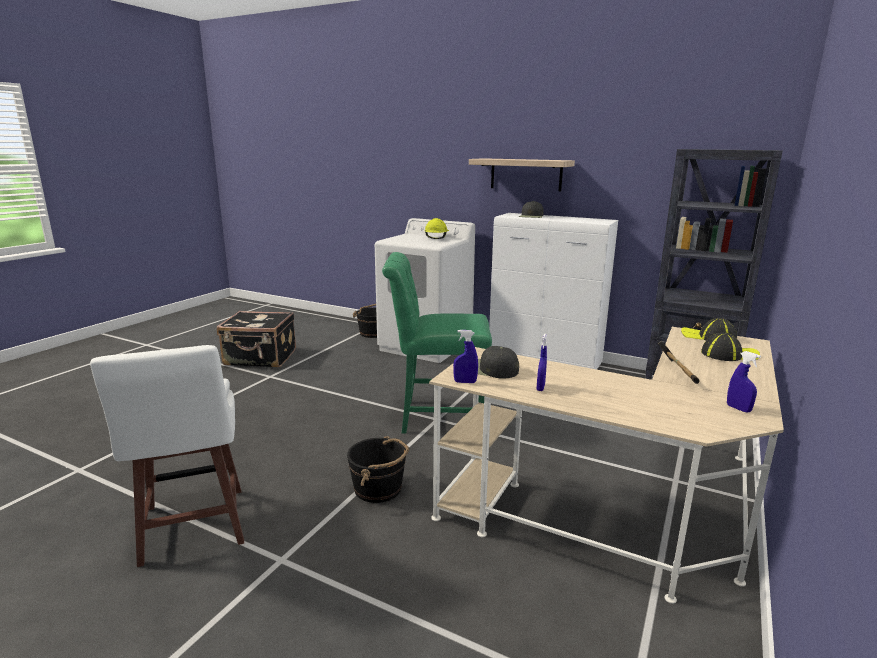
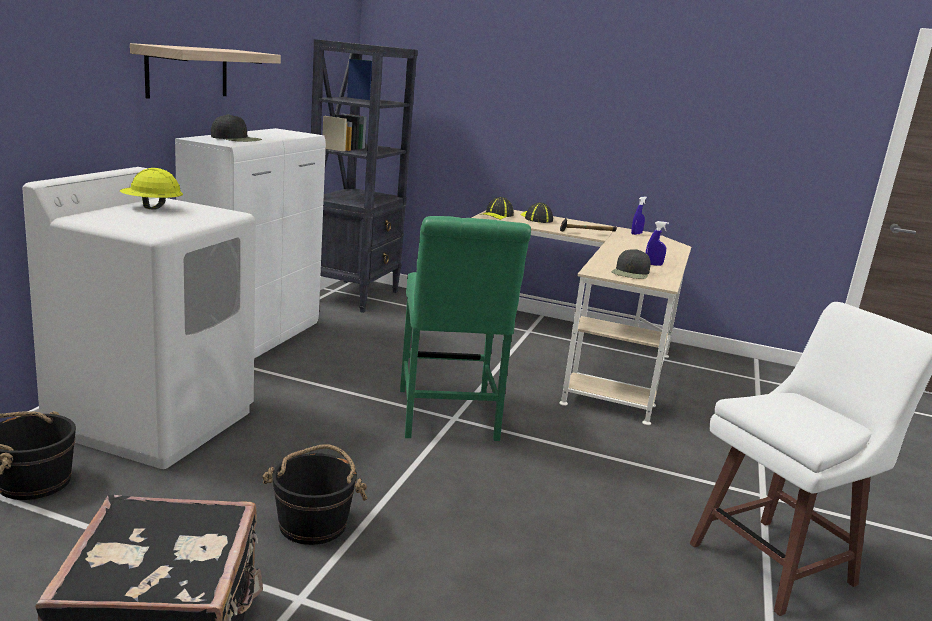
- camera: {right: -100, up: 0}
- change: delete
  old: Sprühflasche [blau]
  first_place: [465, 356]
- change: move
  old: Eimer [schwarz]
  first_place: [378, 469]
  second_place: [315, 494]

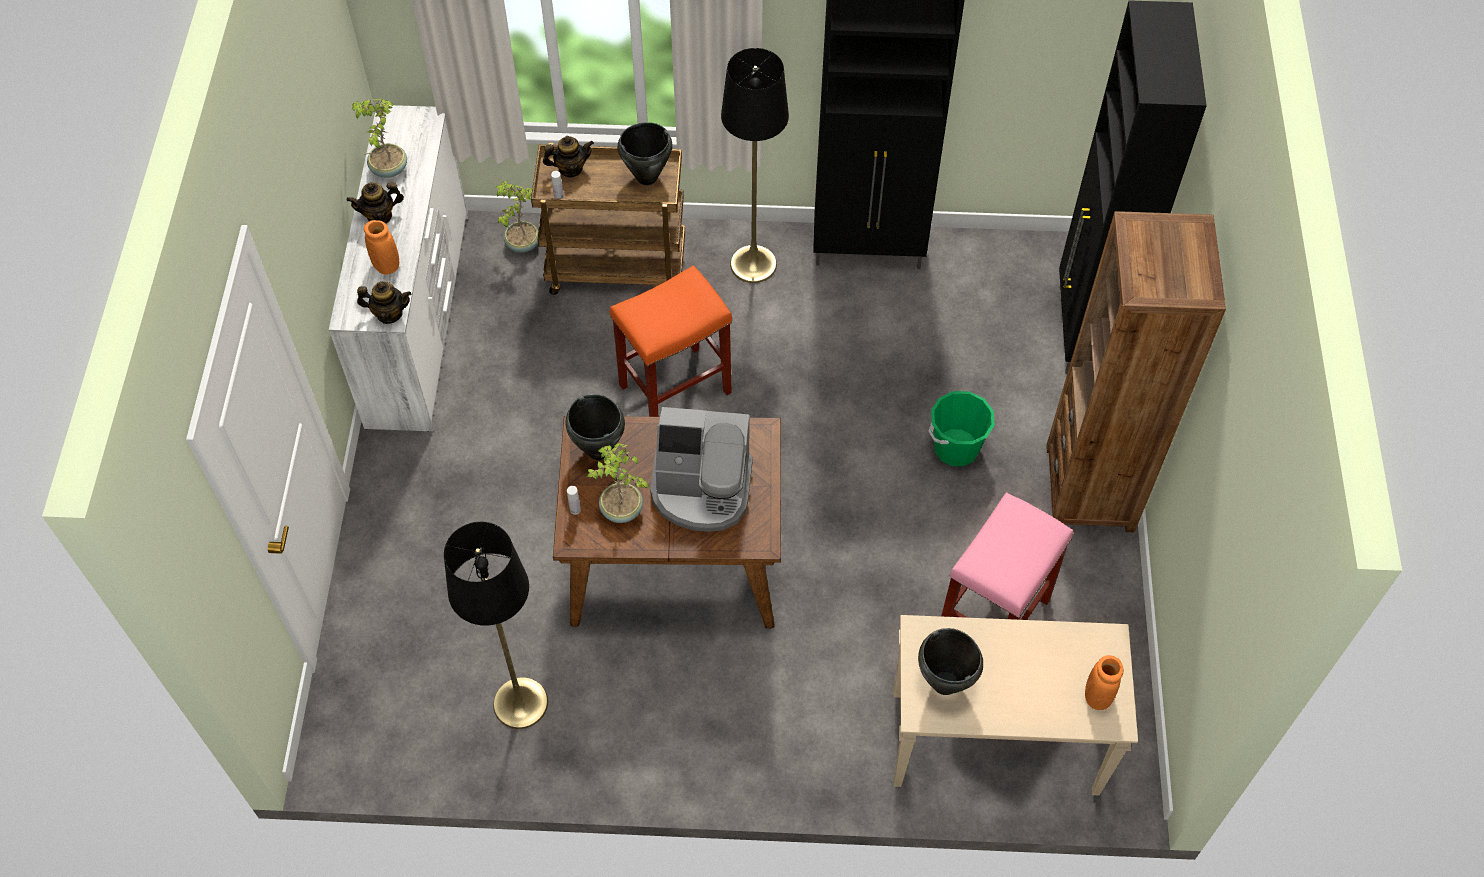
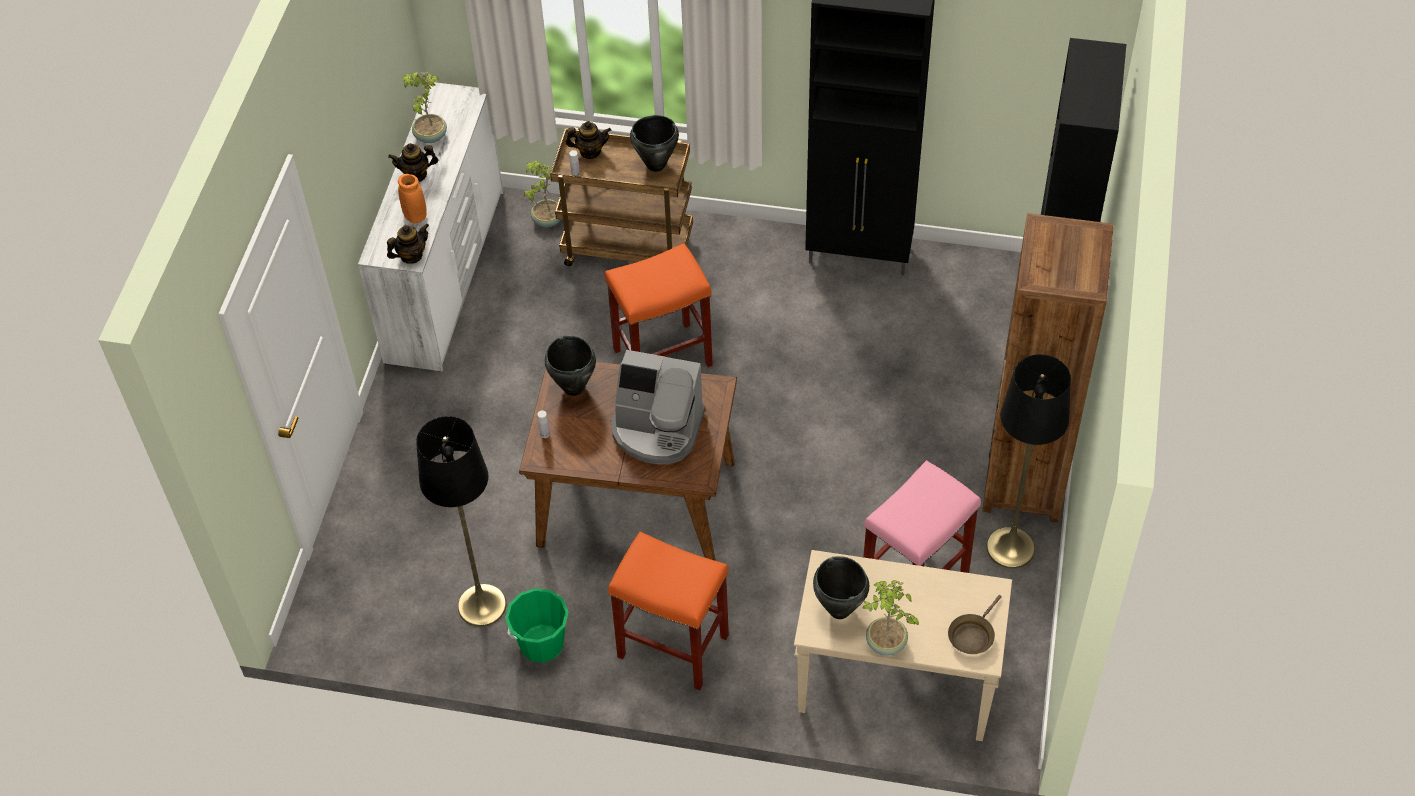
- camera: {right: 10, up: -5}
- change: insert
  new: Hocker [orange]
  second_place: [668, 611]
- change: move
  old: Topfpflanze
  first_place: [617, 483]
  second_place: [890, 617]
- change: move
  old: Stehlampe [schwarz]
  first_place: [755, 165]
  second_place: [1028, 461]
- change: move
  old: Eimer [grün]
  first_place: [962, 428]
  second_place: [536, 625]
- change: replace
  old: Vase [orange]
  new: Pfanne [braun]
  first_place: [1104, 682]
  second_place: [975, 624]
- change: rotate
  old: Teekanne
  first_place: [384, 302]
  second_place: [408, 243]
  degrees: -45

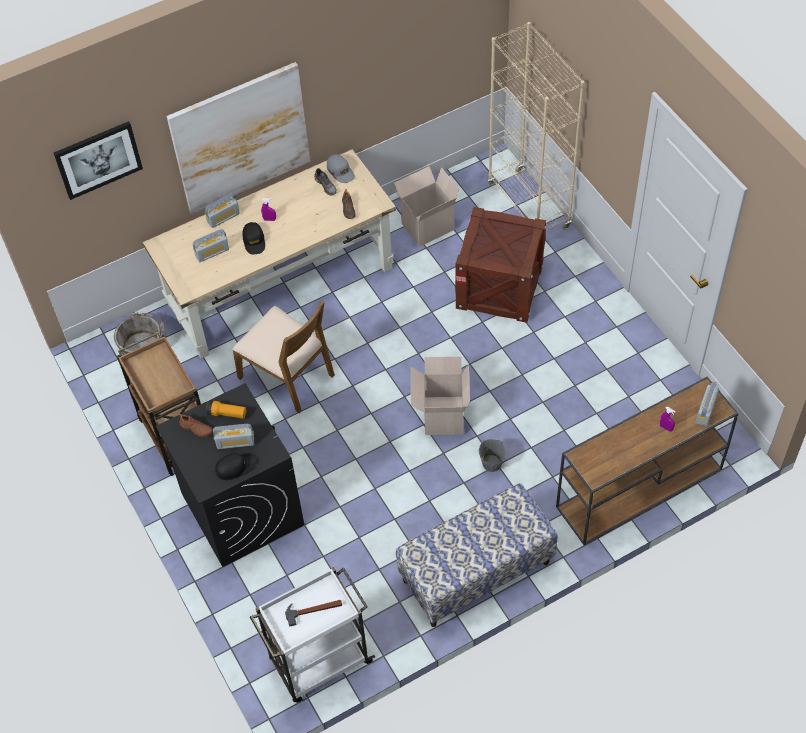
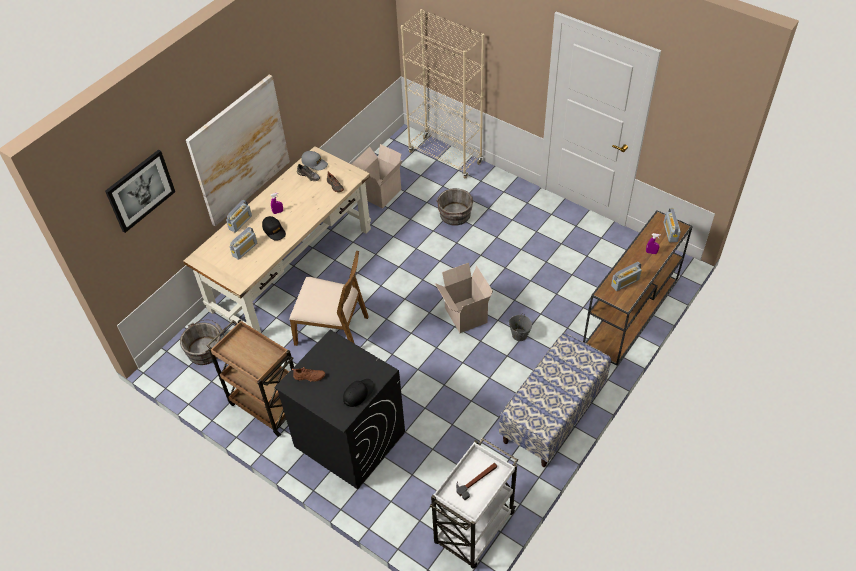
- camera: {right: -25, up: -5}
- change: delete
  old: Taschenlampe
  first_place: [226, 409]
- change: move
  old: Radio
  first_place: [233, 436]
  second_place: [626, 276]
- change: replace
  old: Kiste
  new: Eimer [grau]
  first_place: [500, 265]
  second_place: [455, 207]

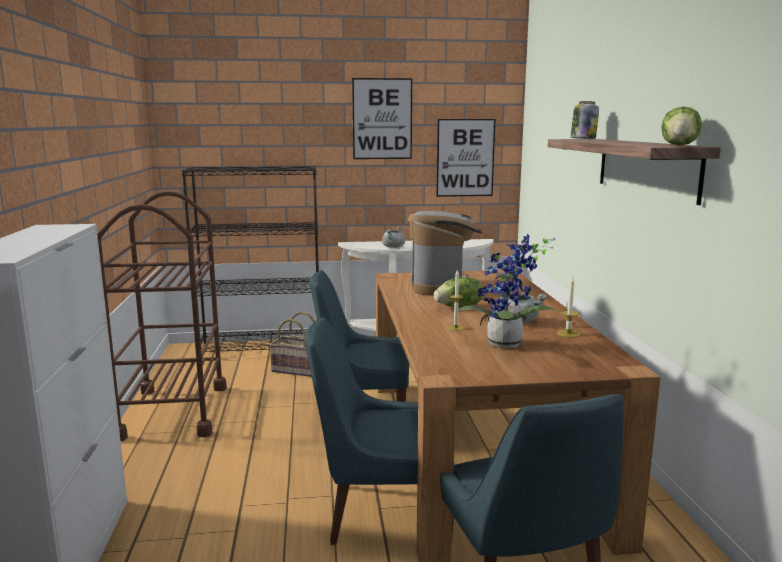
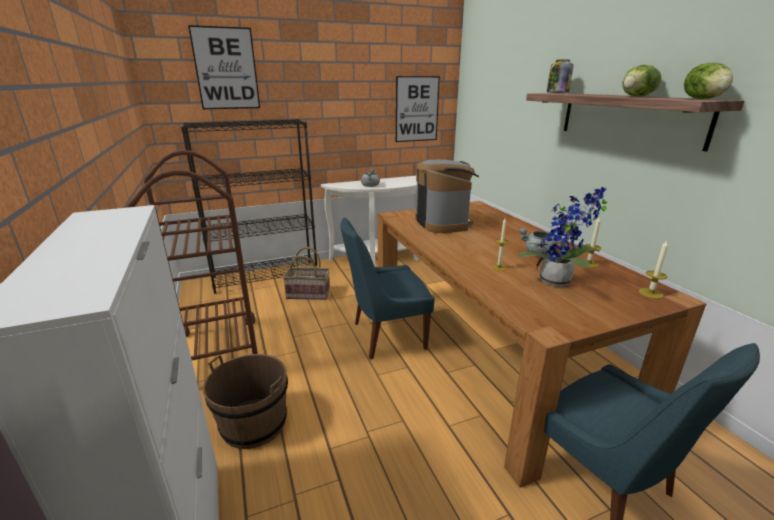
- camera: {right: -15, up: 10}
- change: delete
  old: Stuhl [blau]
  first_place: [361, 431]
- change: insert
  new: Eimer [braun]
  second_place: [245, 401]
- change: insert
  new: Kerze
  second_place: [653, 270]
- change: move
  old: Bild
  first_place: [382, 118]
  second_place: [224, 67]
- change: move
  old: Salatkopf
  first_place: [458, 292]
  second_place: [641, 81]

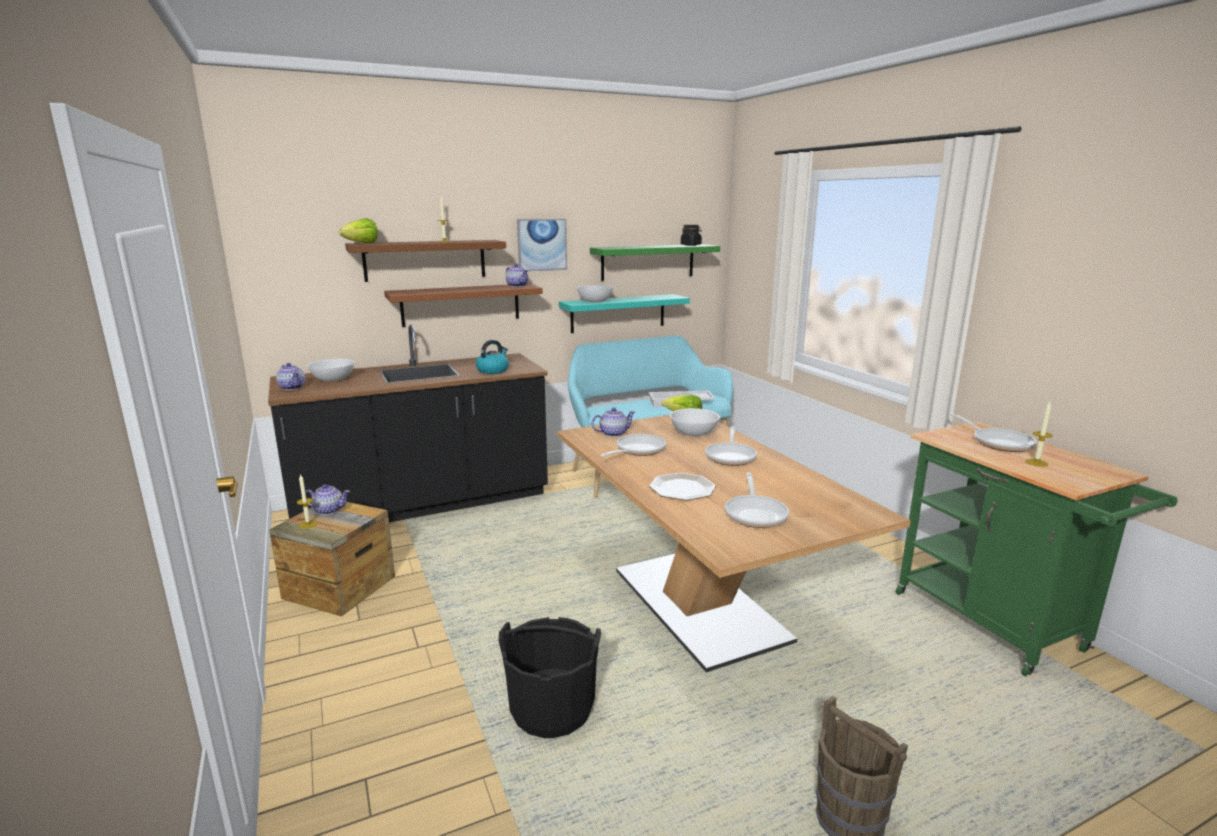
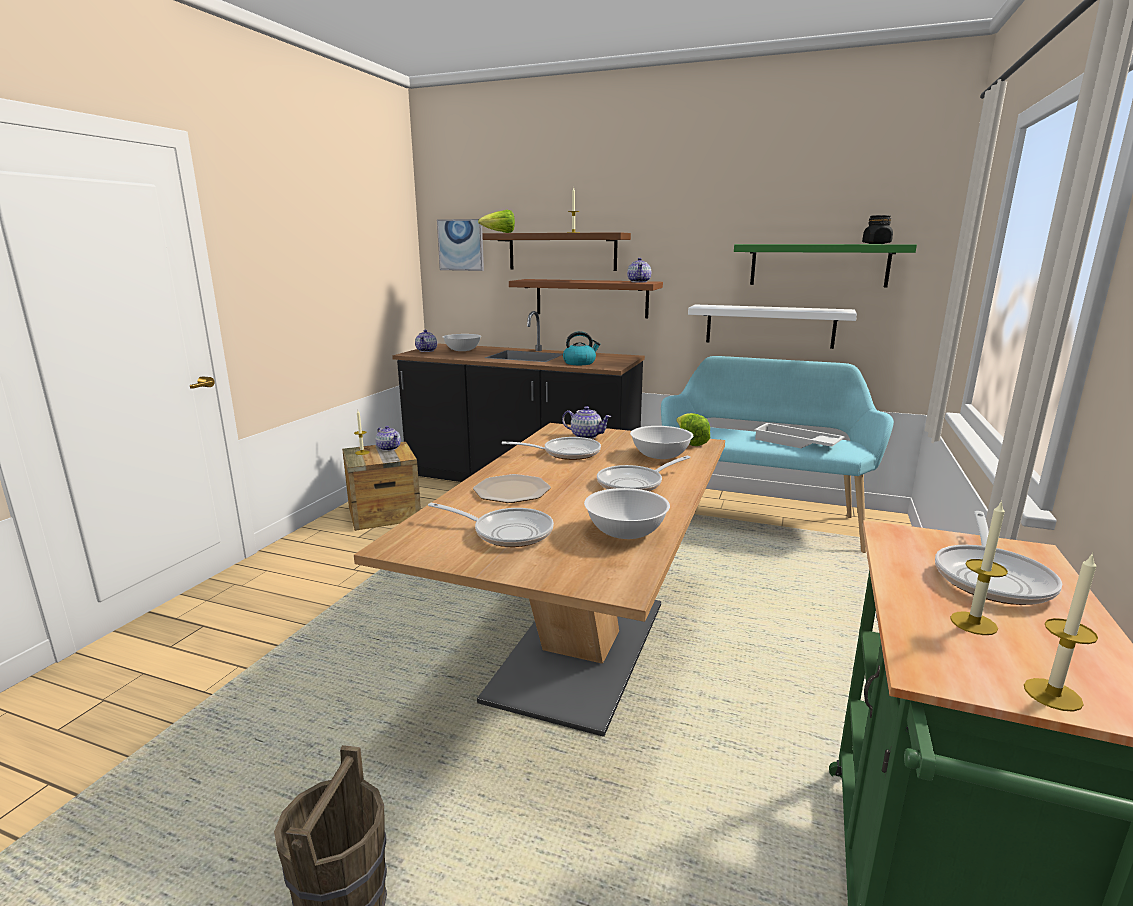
- camera: {right: 45, up: 0}
- change: delete
  old: Eimer [schwarz]
  first_place: [549, 677]
- change: insert
  new: Kerze
  second_place: [1061, 632]
- change: move
  old: Bild
  first_place: [542, 245]
  second_place: [460, 245]
- change: move
  old: Schüssel [weiß]
  first_place: [595, 293]
  second_place: [627, 513]
- change: recolor
  old: Wandregal [türkis]
  new: Wandregal [weiß]
  first_place: [624, 313]
  second_place: [772, 326]
- change: rotate
  old: Pfanne
  first_place: [757, 500]
  second_place: [491, 525]
  degrees: -120

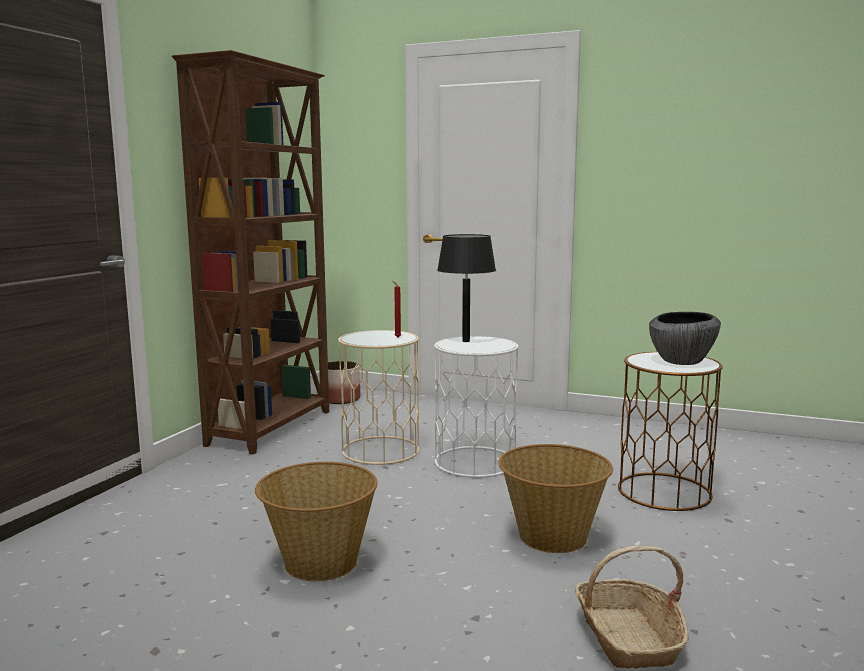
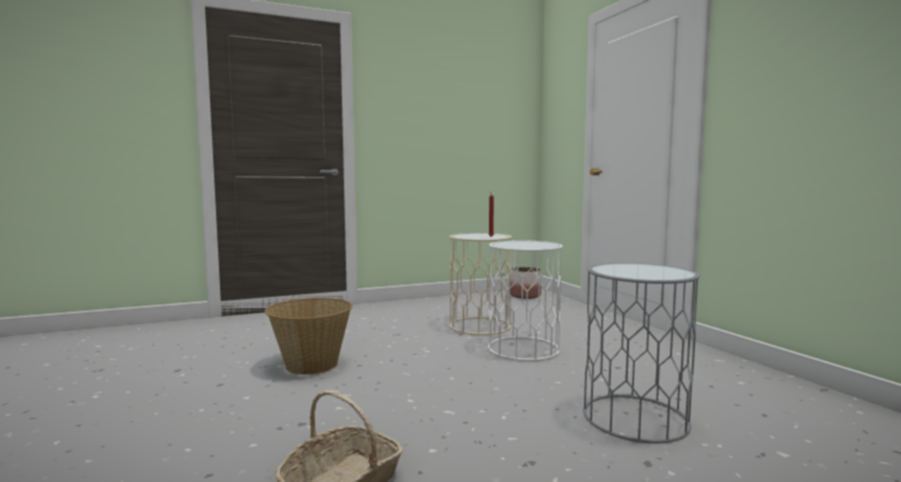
- camera: {right: 45, up: -5}
- change: delete
  old: Bücherregal [braun]
  first_place: [250, 252]
- change: delete
  old: Tischlampe [schwarz]
  first_place: [466, 288]
- change: delete
  old: Korb
  first_place: [555, 498]
- change: delete
  old: Schüssel
  first_place: [685, 338]
- change: recolor
  old: Beistelltisch [braun]
  new: Beistelltisch [grau]
  first_place: [670, 431]
  second_place: [641, 353]

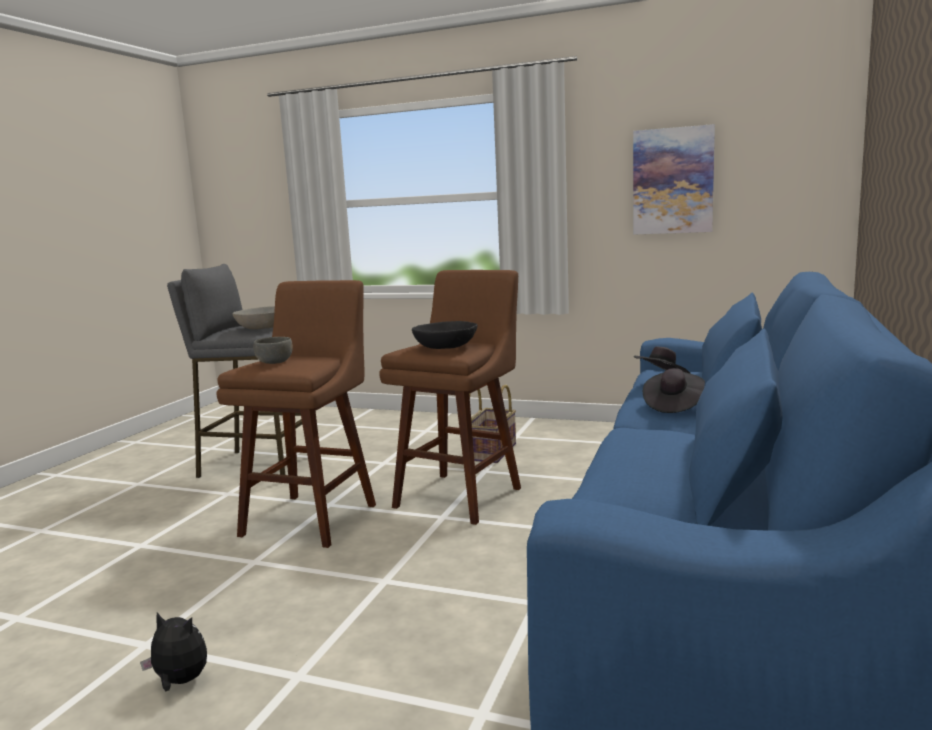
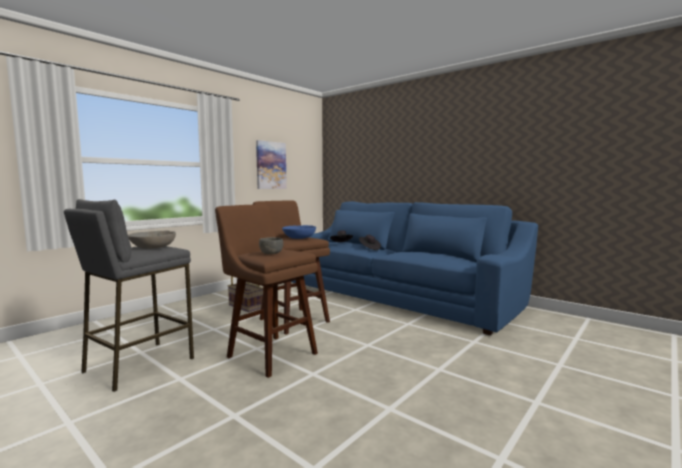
- camera: {right: -70, up: -5}
- change: delete
  old: Plüschtier
  first_place: [173, 652]
- change: recolor
  old: Schüssel [schwarz]
  new: Schüssel [blau]
  first_place: [444, 335]
  second_place: [299, 232]

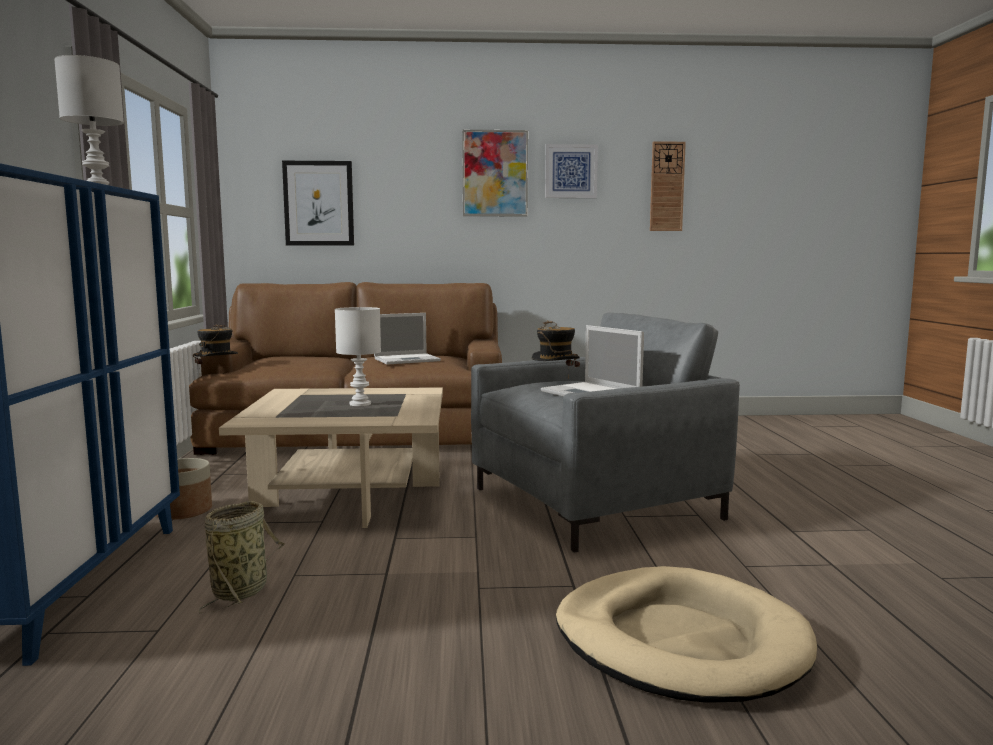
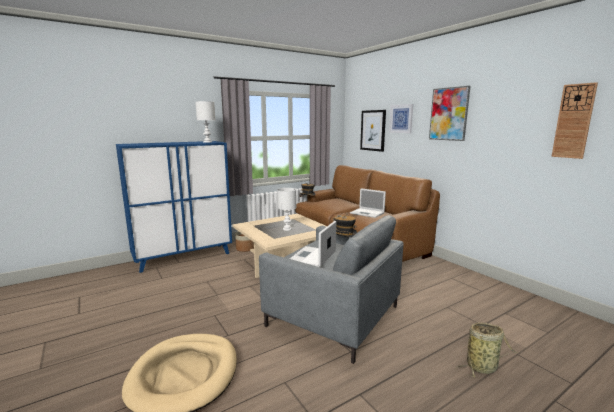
- camera: {right: 60, up: 5}
- change: move
  old: Korb
  first_place: [242, 557]
  second_place: [487, 350]
- change: move
  old: Bild
  first_place: [571, 171]
  second_place: [401, 118]

